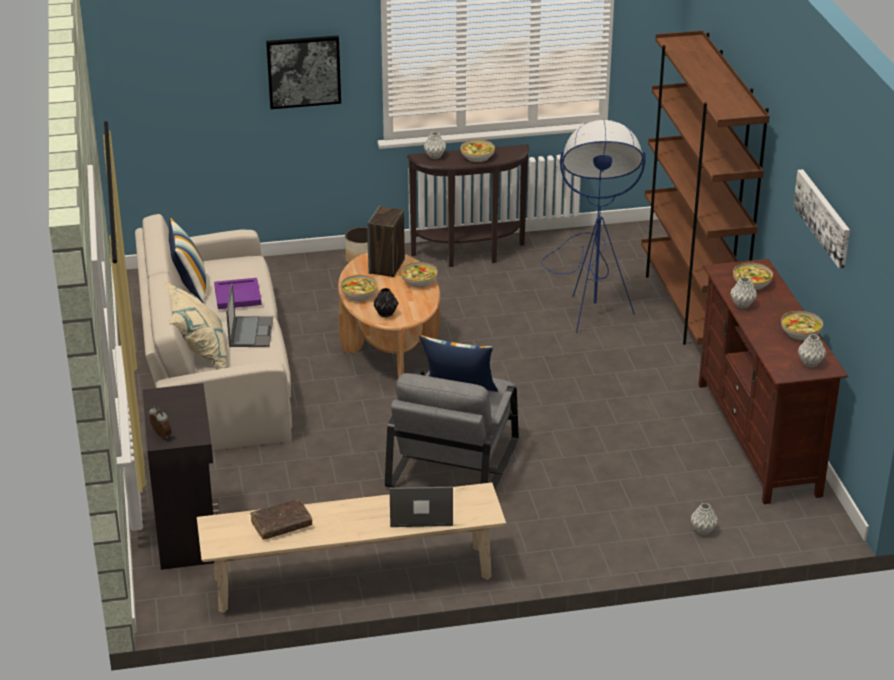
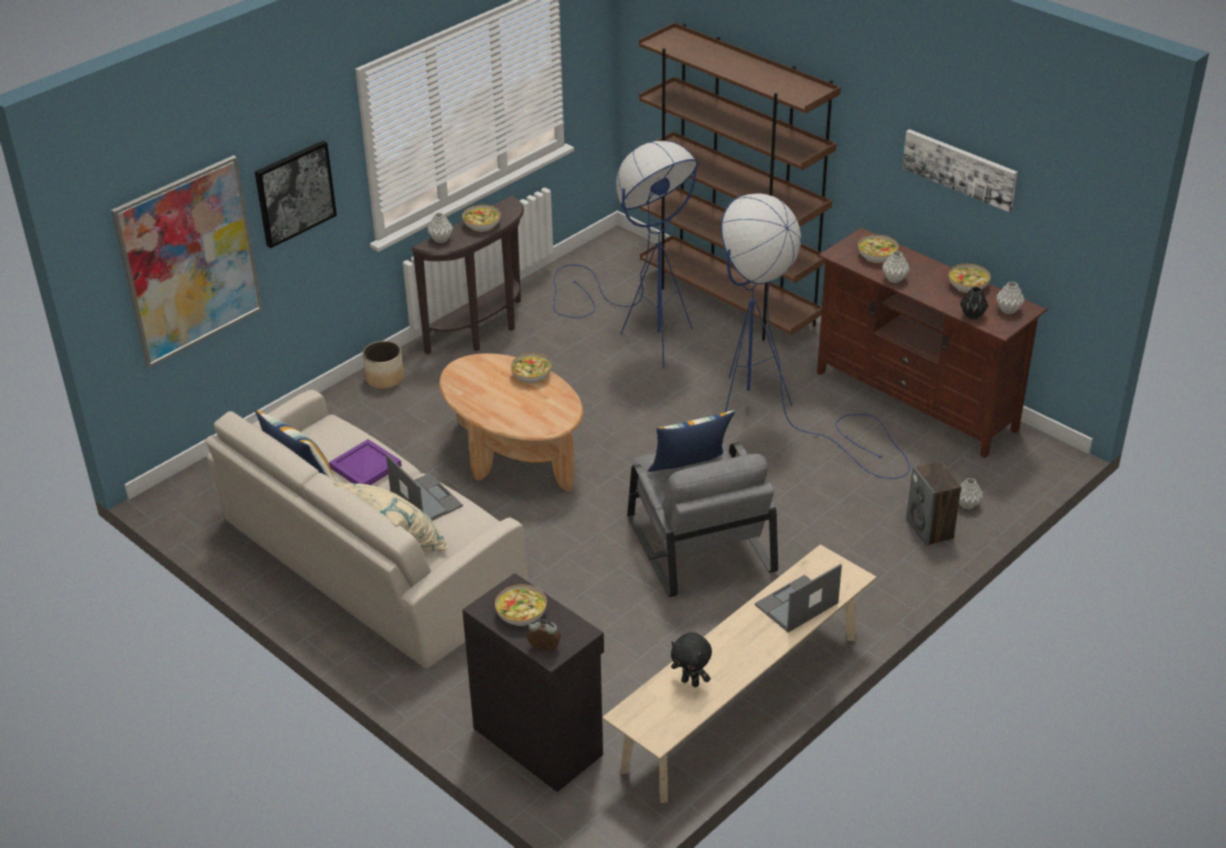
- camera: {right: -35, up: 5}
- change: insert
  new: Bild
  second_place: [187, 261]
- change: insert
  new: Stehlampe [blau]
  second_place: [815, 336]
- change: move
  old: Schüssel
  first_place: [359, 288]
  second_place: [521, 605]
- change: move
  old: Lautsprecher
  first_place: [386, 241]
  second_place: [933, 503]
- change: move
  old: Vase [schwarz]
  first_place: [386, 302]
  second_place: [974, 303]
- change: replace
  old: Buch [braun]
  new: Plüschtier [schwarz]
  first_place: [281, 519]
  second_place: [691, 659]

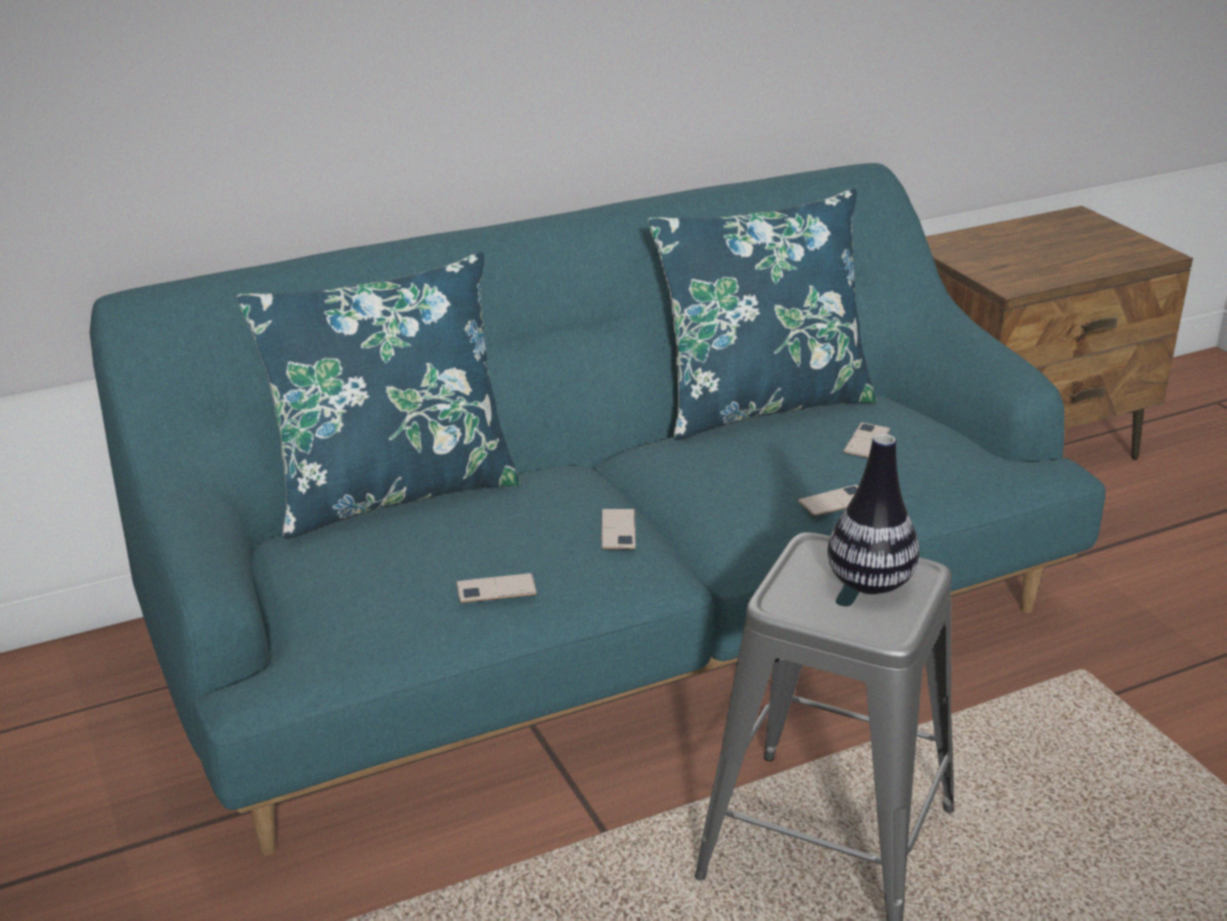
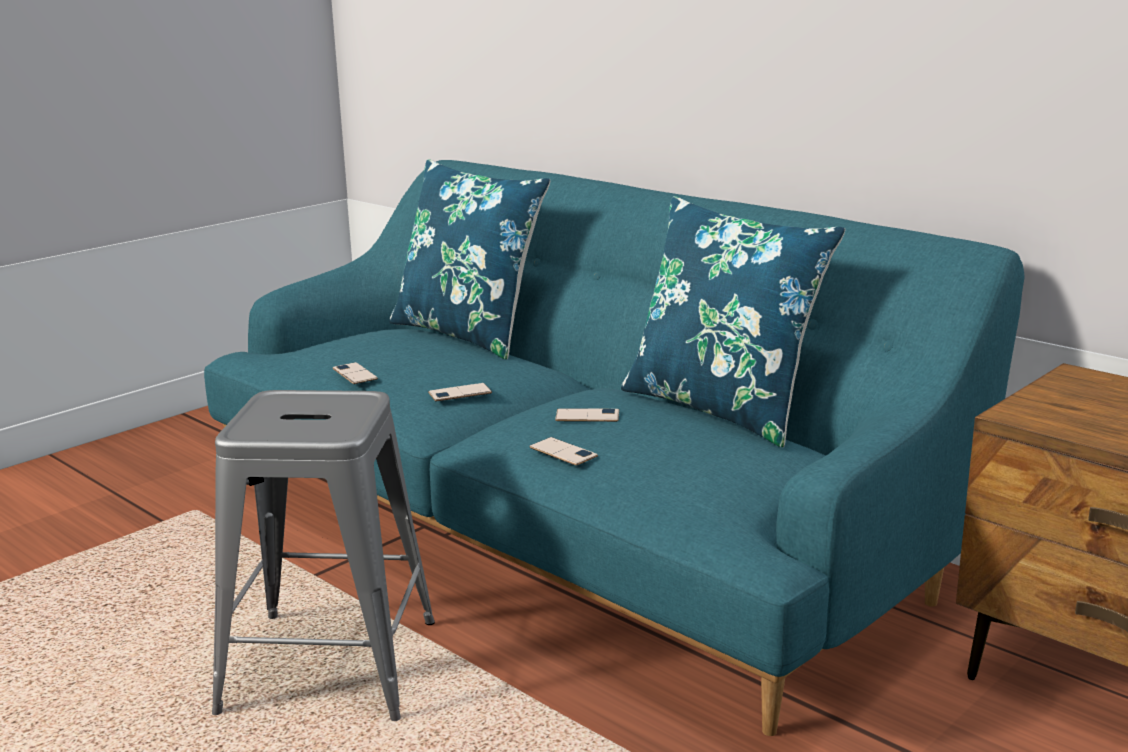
- camera: {right: 70, up: -10}
- change: delete
  old: Vase
  first_place: [873, 514]
- change: move
  old: Handy
  first_place: [866, 440]
  second_place: [587, 415]

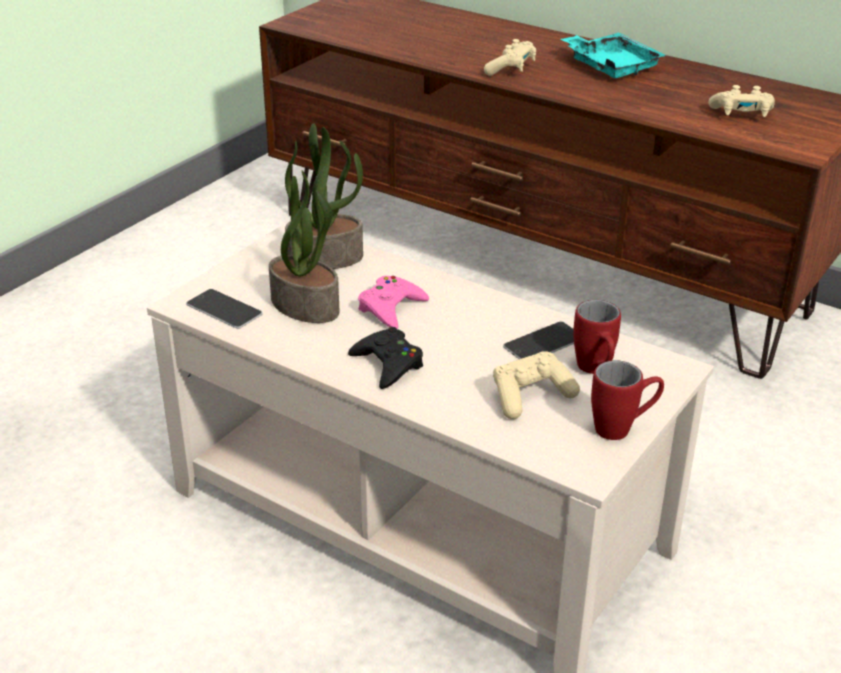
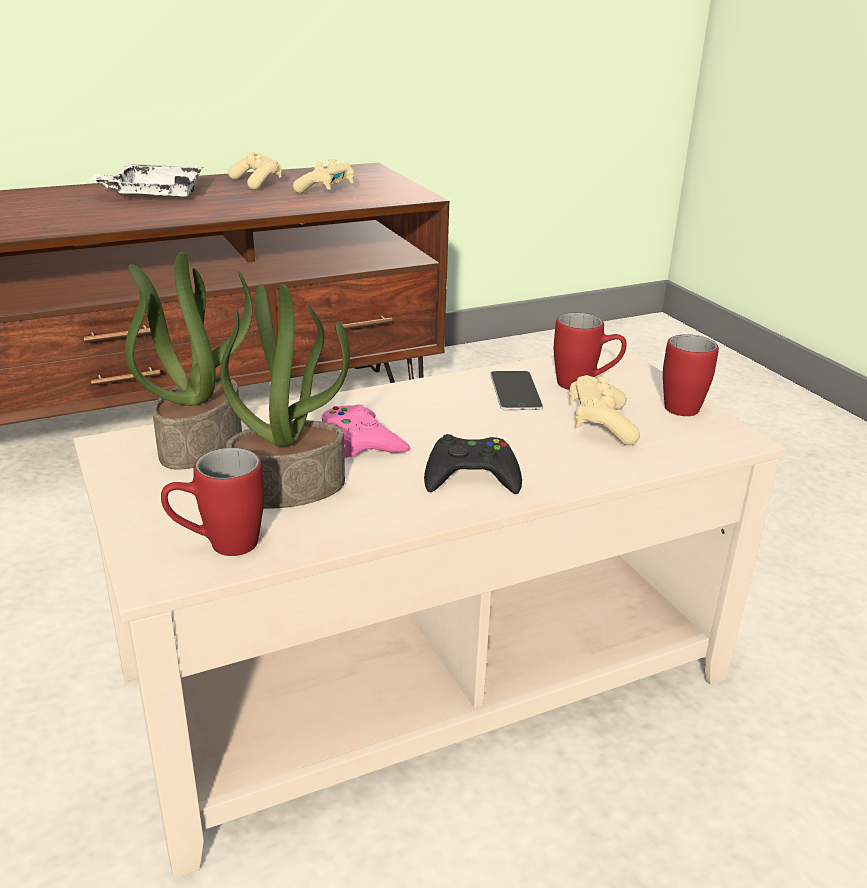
- camera: {right: -60, up: -5}
- change: move
  old: Gamepad [beige]
  first_place: [510, 57]
  second_place: [255, 171]
- change: replace
  old: Handy
  new: Henkelbecher [rot]
  first_place: [224, 309]
  second_place: [212, 502]
- change: recolor
  old: Tablett [türkis]
  new: Tablett [weiß]
  first_place: [614, 55]
  second_place: [145, 180]

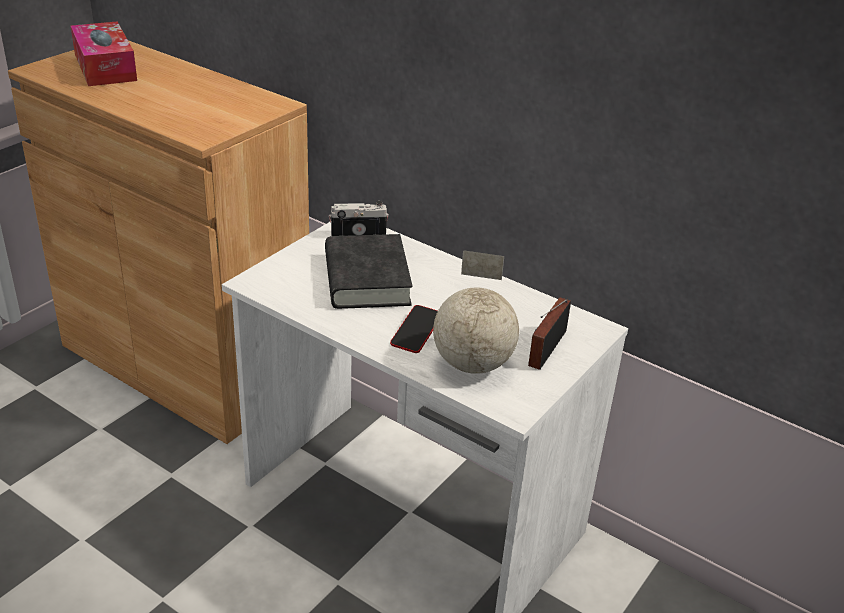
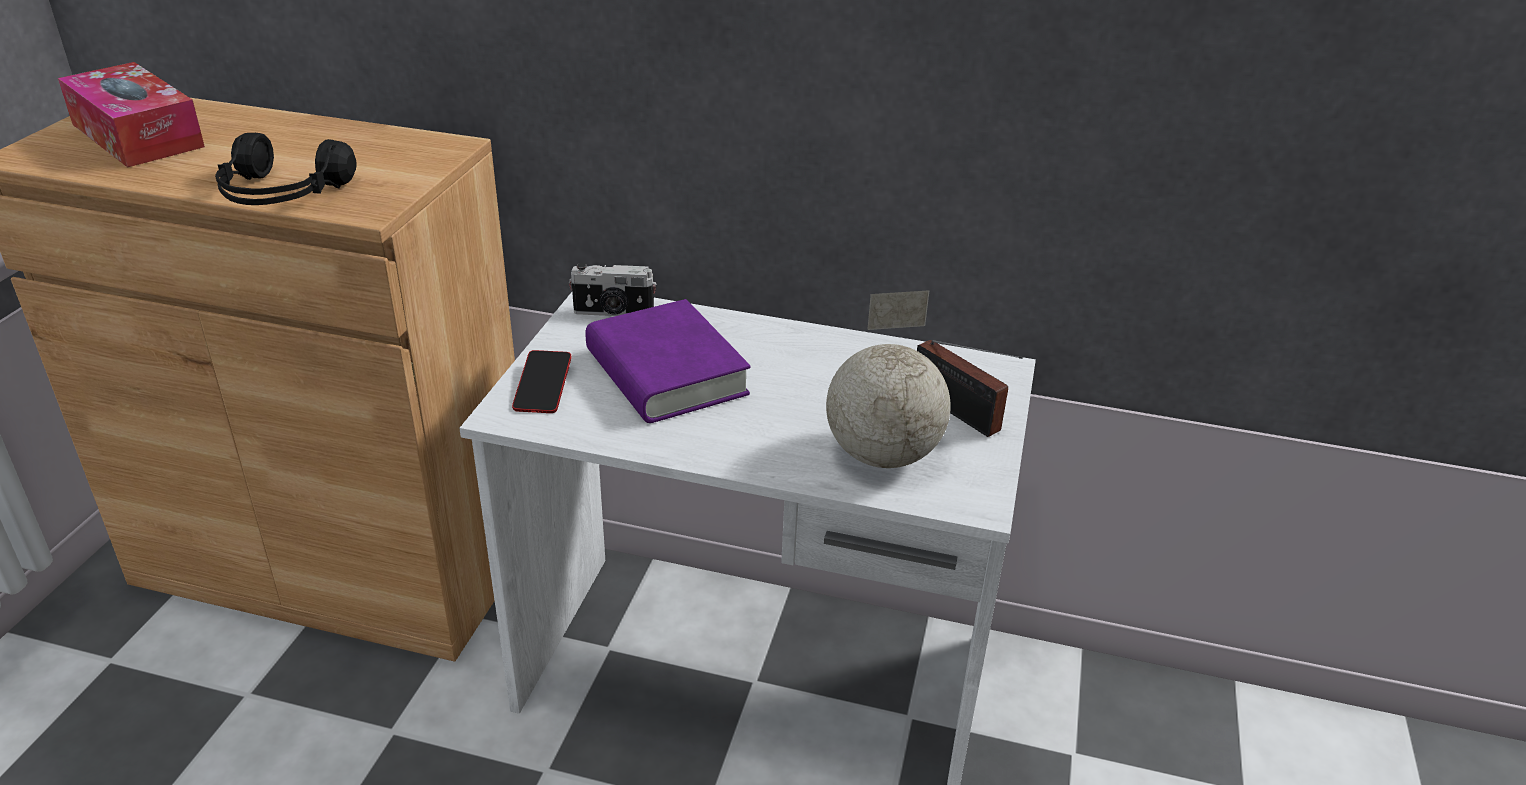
- camera: {right: -20, up: 0}
- change: insert
  new: Kopfhörer [schwarz]
  second_place: [286, 169]
- change: move
  old: Handy
  first_place: [414, 329]
  second_place: [542, 381]
- change: recolor
  old: Buch [schwarz]
  new: Buch [lila]
  first_place: [369, 271]
  second_place: [668, 361]
- change: rotate
  old: Kamera
  first_place: [359, 218]
  second_place: [612, 289]
  degrees: -150
- change: rotate
  old: Radio
  first_place: [549, 333]
  second_place: [970, 388]
  degrees: -45

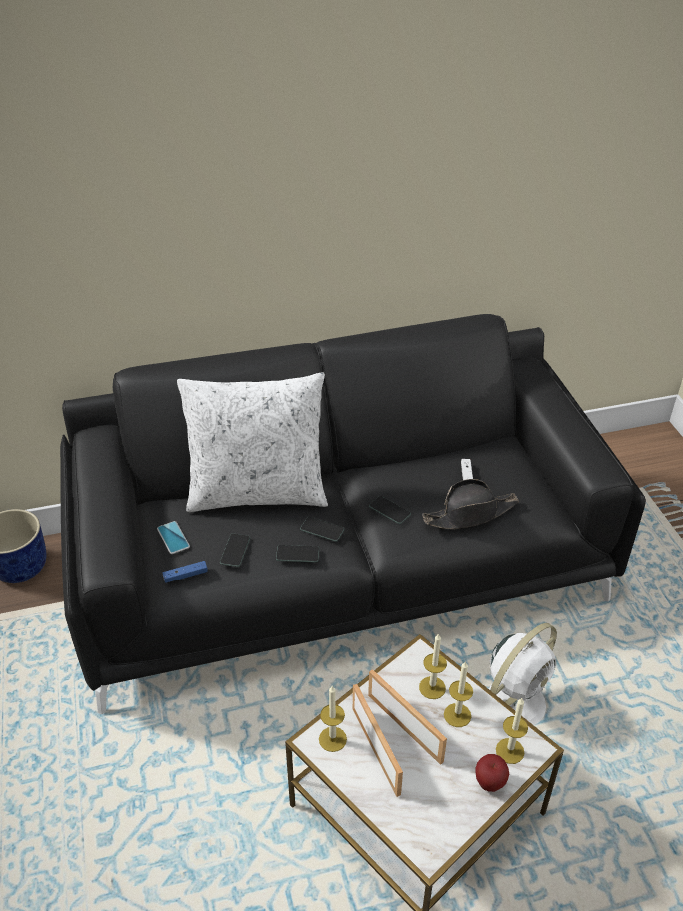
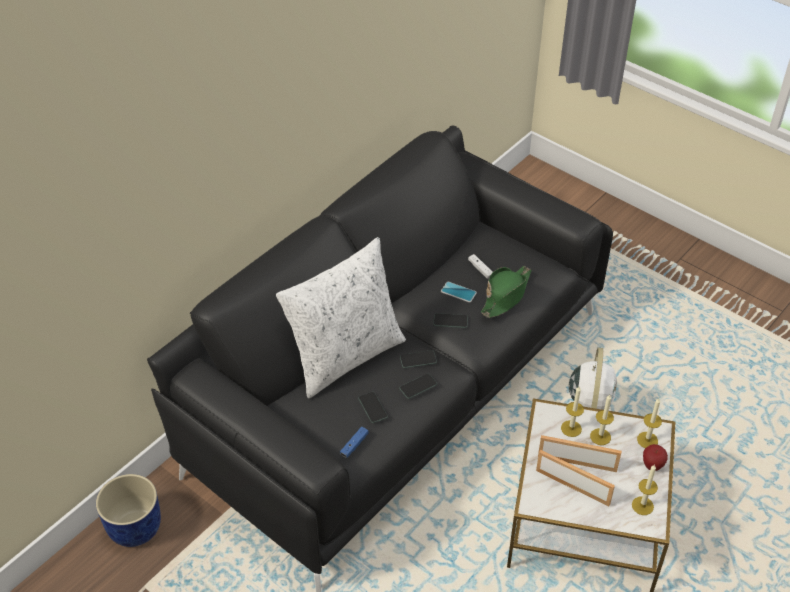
- camera: {right: -35, up: 5}
- change: move
  old: Handy
  first_place: [173, 537]
  second_place: [459, 292]
- change: move
  old: Kerze
  first_place: [333, 719]
  second_place: [645, 489]
- change: recolor
  old: Hut [schwarz]
  new: Hut [grün]
  first_place: [470, 504]
  second_place: [506, 292]

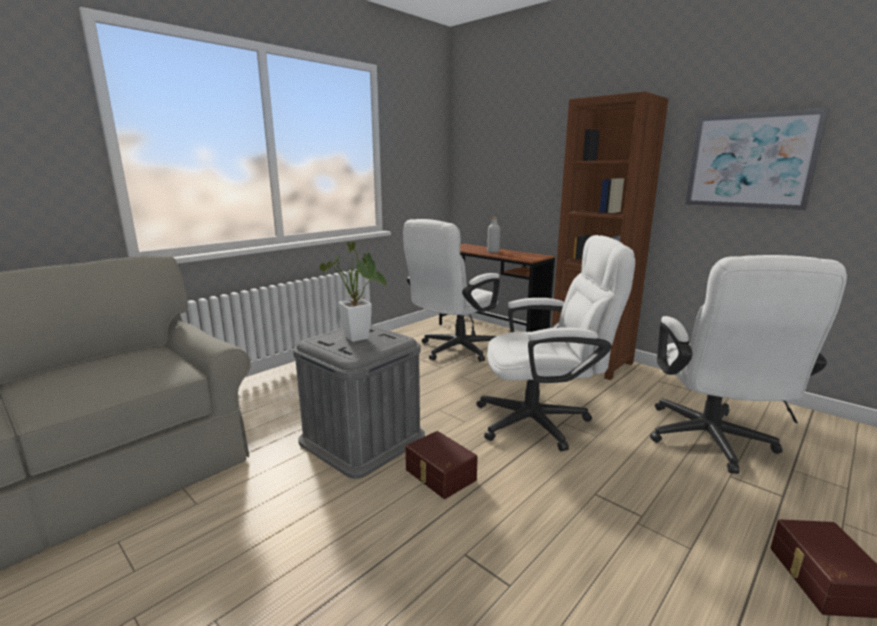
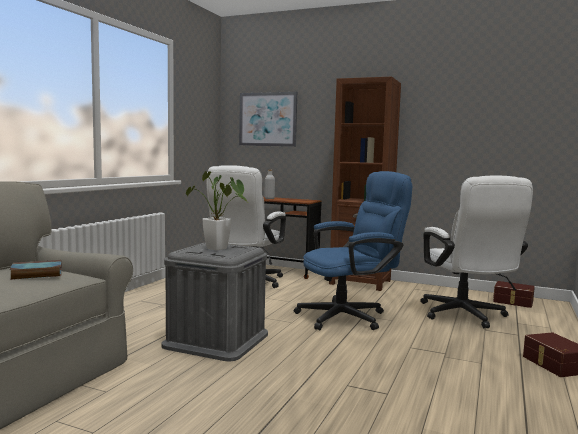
- camera: {right: -20, up: -10}
- change: insert
  new: Buch
  second_place: [36, 270]
- change: move
  old: Aufbewahrungsbox [braun]
  first_place: [441, 465]
  second_place: [514, 294]
- change: move
  old: Bild
  first_place: [757, 159]
  second_place: [268, 119]
- change: recolor
  old: Bürostuhl [weiß]
  new: Bürostuhl [blau]
  first_place: [555, 343]
  second_place: [353, 250]

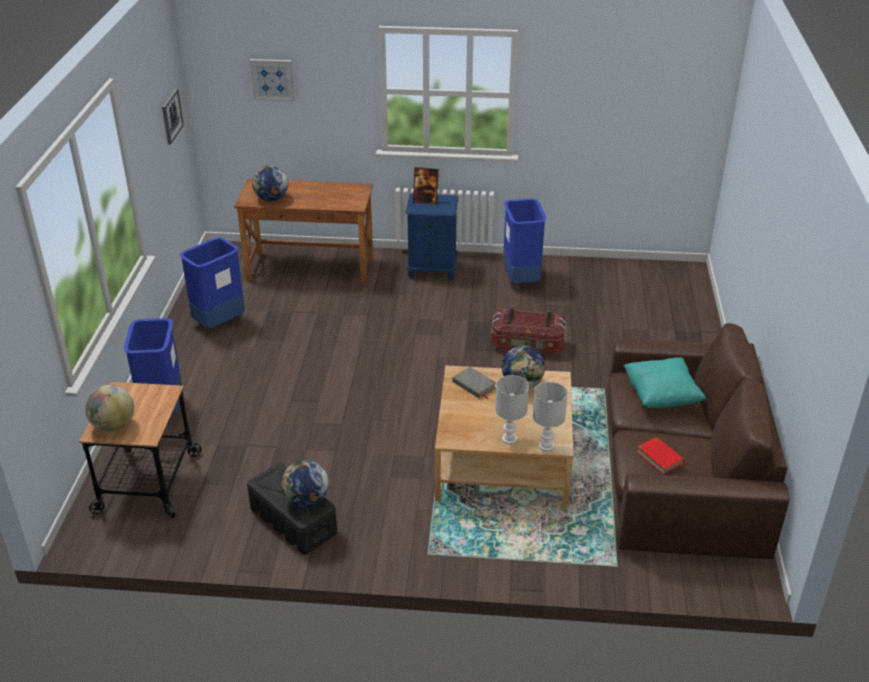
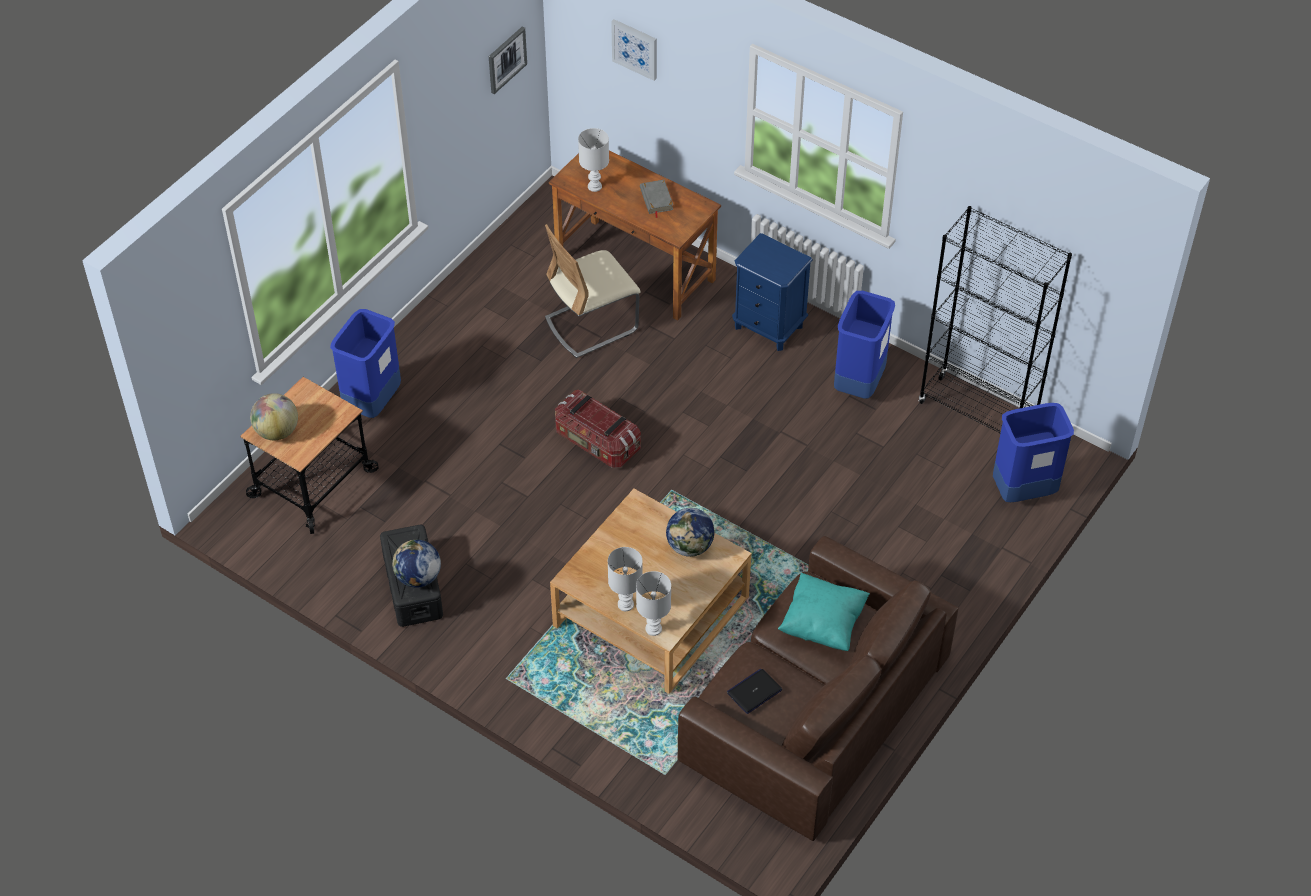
- camera: {right: 30, up: 15}
- change: delete
  old: Bilderrahmen
  first_place: [426, 186]
- change: insert
  new: Stuhl [beige]
  second_place: [592, 291]
- change: insert
  new: Bücherregal [schwarz]
  second_place: [995, 319]
- change: move
  old: Mülleimer [blau]
  first_place: [212, 282]
  second_place: [1033, 452]
- change: move
  old: Buch [grau]
  first_place: [474, 383]
  second_place: [656, 199]
- change: move
  old: Aufbewahrungsbox
  first_place: [529, 331]
  second_place: [598, 429]
- change: replace
  old: Globus
  new: Tischlampe [weiß]
  first_place: [270, 183]
  second_place: [593, 160]
- change: replace
  old: Buch [rot]
  new: Laptop
  first_place: [660, 455]
  second_place: [754, 691]

